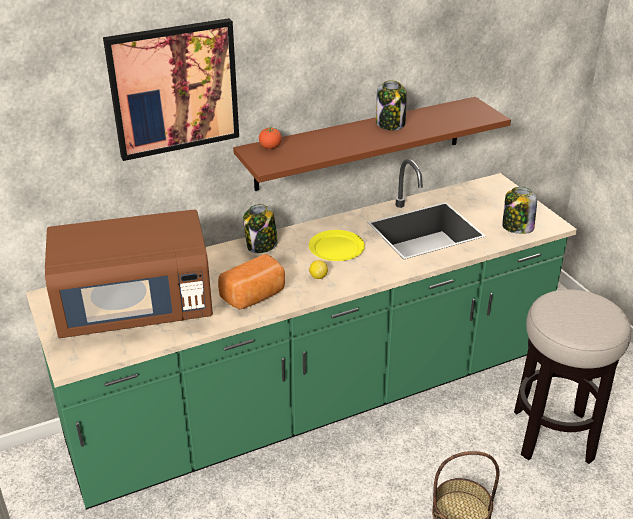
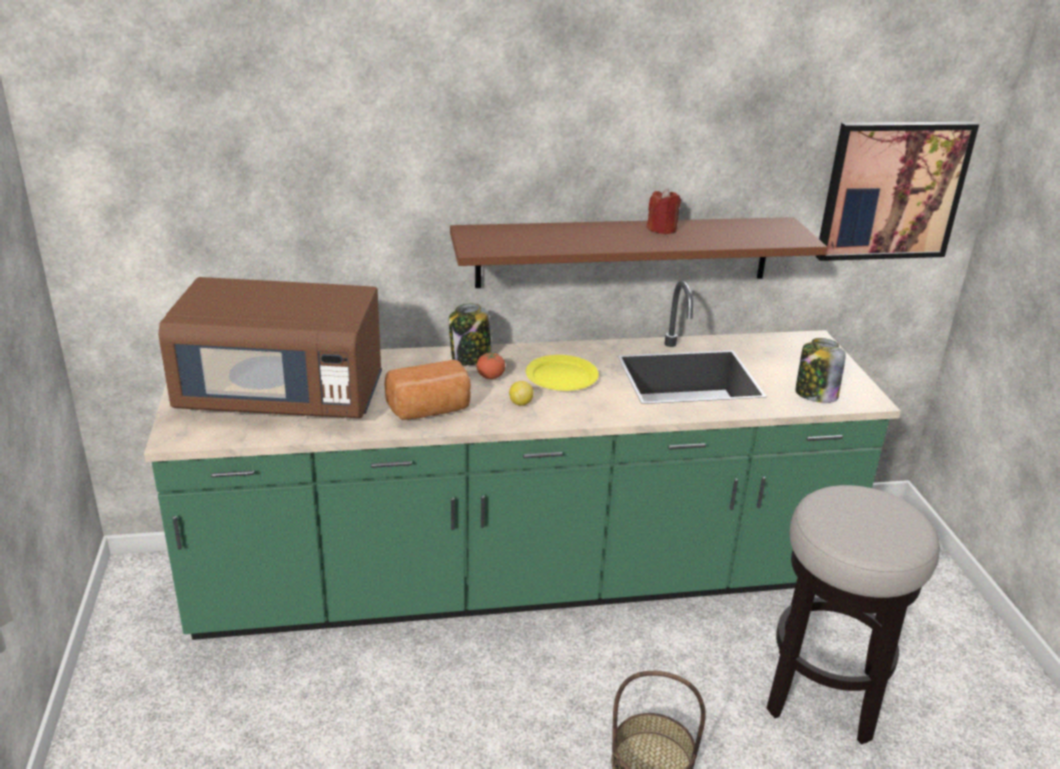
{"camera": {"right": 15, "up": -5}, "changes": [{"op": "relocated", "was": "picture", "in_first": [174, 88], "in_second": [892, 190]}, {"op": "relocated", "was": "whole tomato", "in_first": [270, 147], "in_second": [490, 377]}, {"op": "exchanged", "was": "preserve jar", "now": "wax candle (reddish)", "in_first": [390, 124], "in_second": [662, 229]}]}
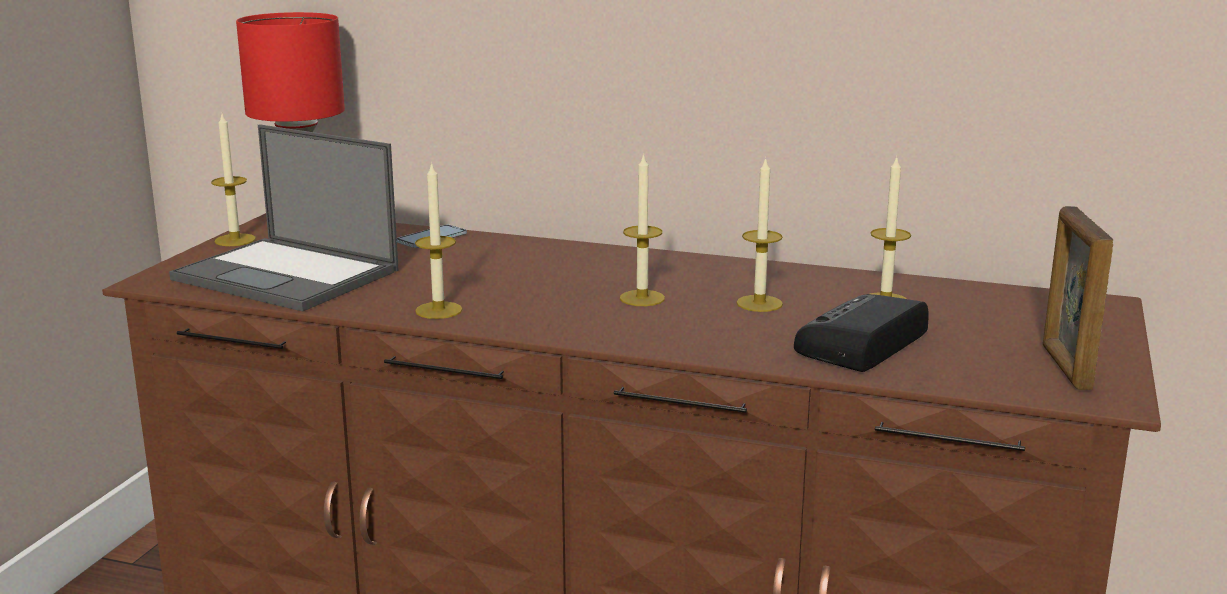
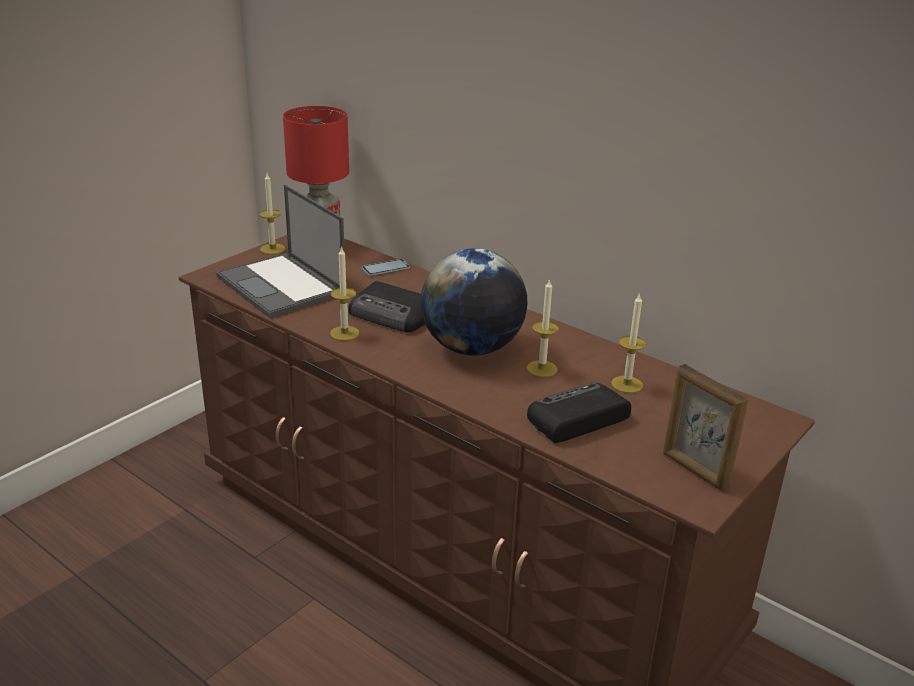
{"camera": {"right": 20, "up": 10}, "changes": [{"op": "exchanged", "was": "wax candle", "now": "world globe", "in_first": [642, 298], "in_second": [472, 348]}, {"op": "spun", "was": "standing frame", "in_first": [1065, 368], "in_second": [694, 471], "clockwise": -60}, {"op": "appeared", "now": "radio set", "in_second": [392, 315]}]}
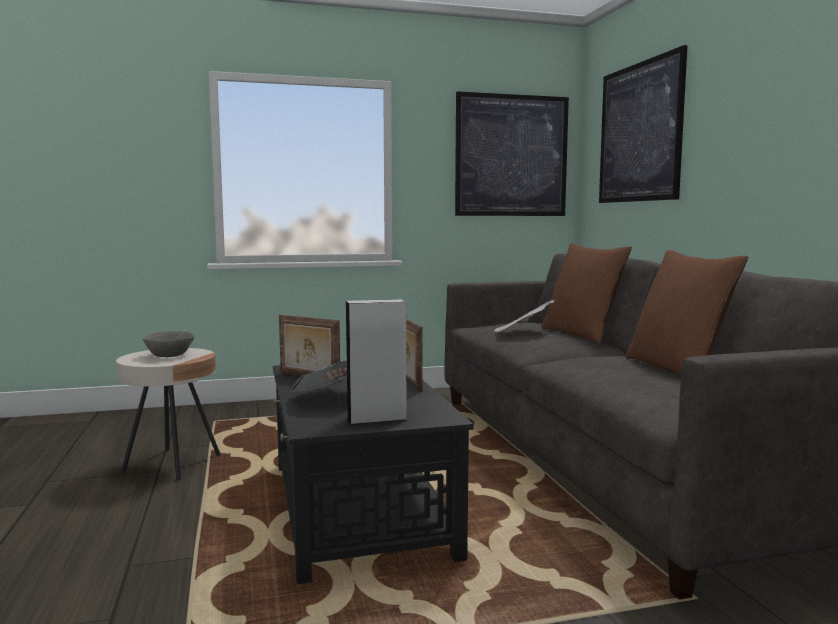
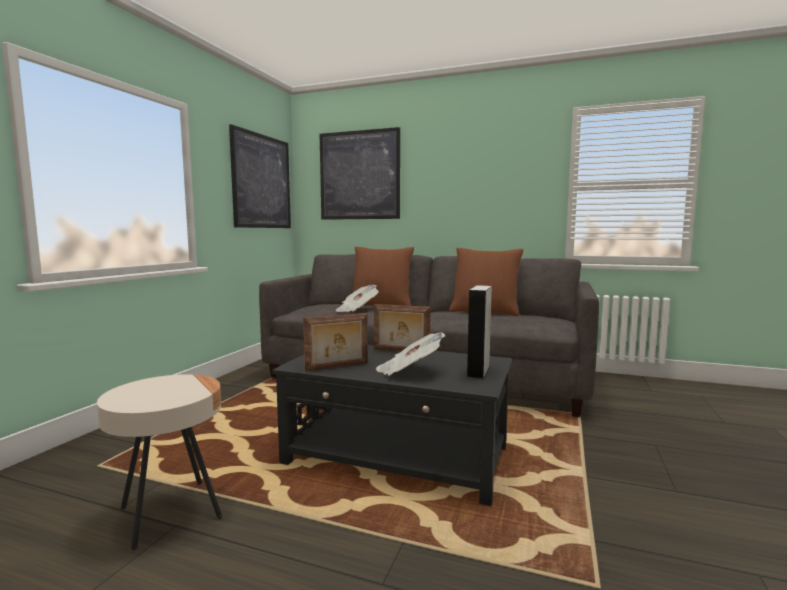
{"camera": {"right": -55, "up": 0}, "changes": [{"op": "missing", "was": "deep dish (gray)", "in_first": [169, 355]}]}
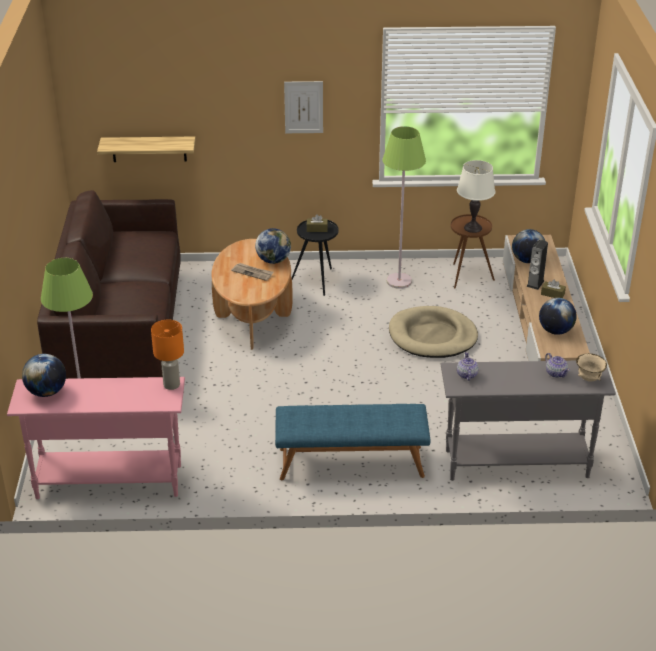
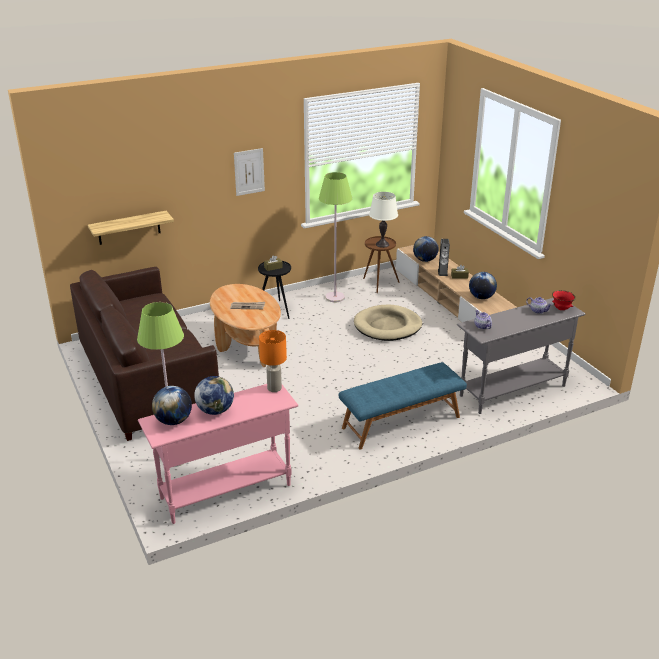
{"camera": {"right": -25, "up": -5}, "changes": [{"op": "relocated", "was": "world globe", "in_first": [273, 260], "in_second": [215, 410]}, {"op": "colour", "was": "deep dish (beige)", "now": "deep dish (reddish)", "in_first": [588, 379], "in_second": [561, 309]}]}
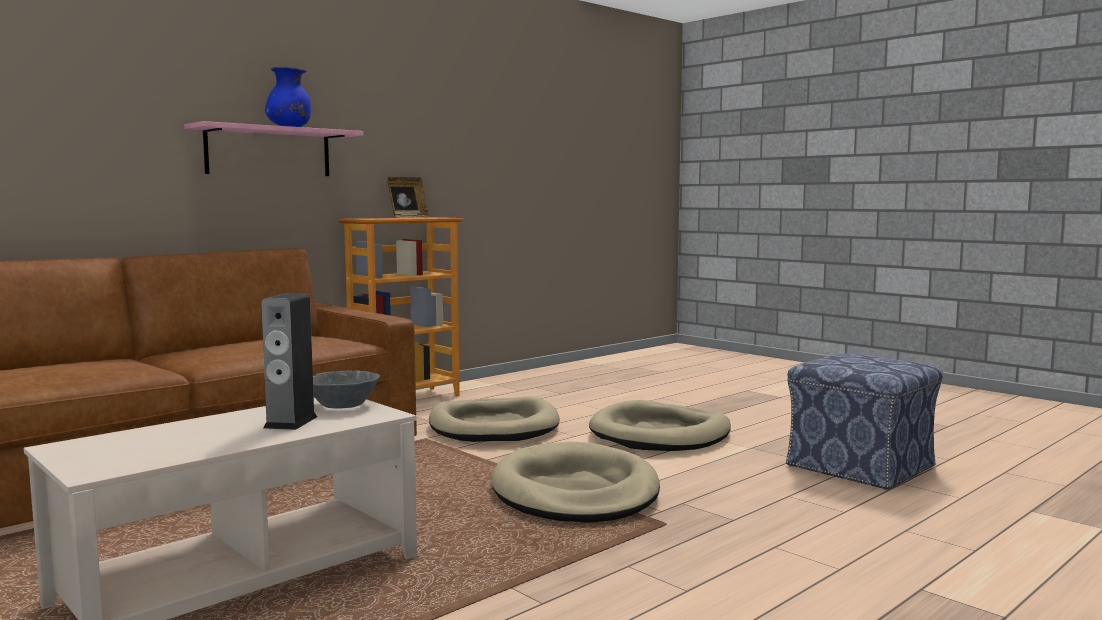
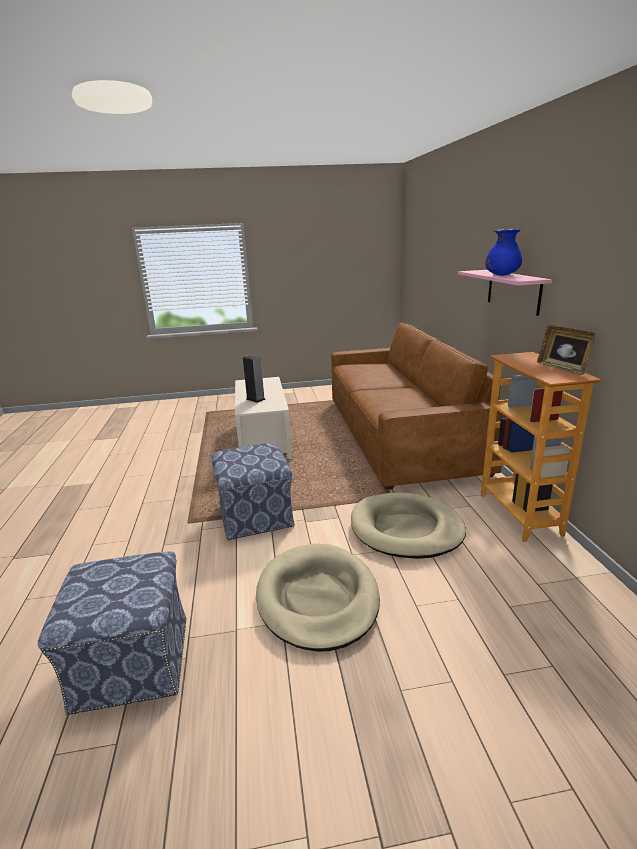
{"camera": {"right": 125, "up": 15}, "changes": [{"op": "missing", "was": "deep dish (gray)", "in_first": [343, 405]}, {"op": "exchanged", "was": "pet bed (beige)", "now": "ottoman", "in_first": [575, 491], "in_second": [255, 515]}]}
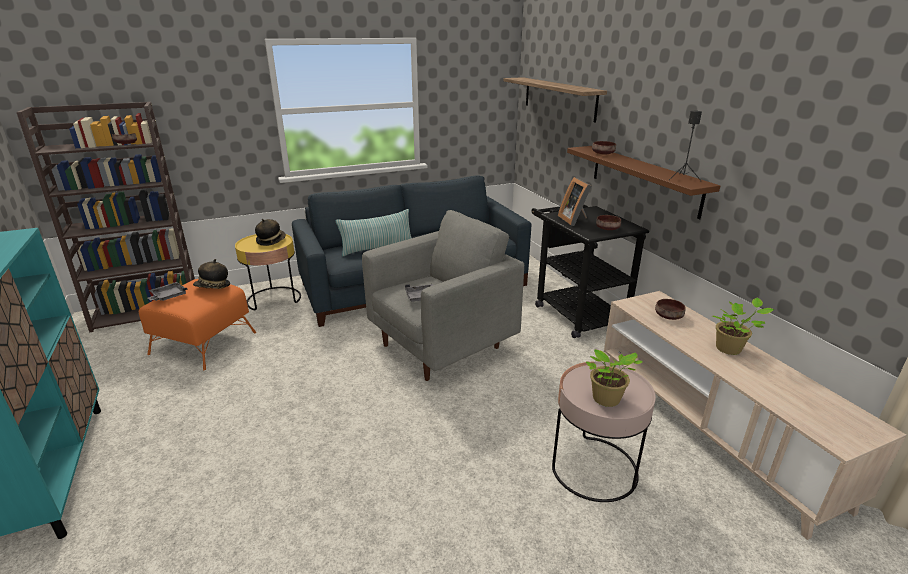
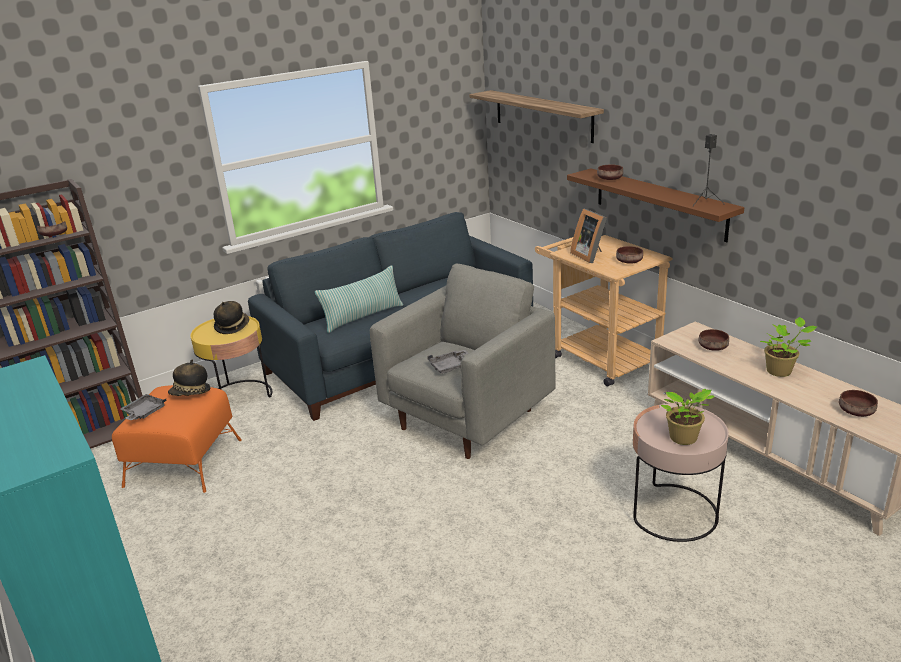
{"camera": {"right": -10, "up": 0}, "changes": [{"op": "colour", "was": "trolley (blackish)", "now": "trolley (beige)", "in_first": [575, 312], "in_second": [598, 356]}, {"op": "appeared", "now": "deep dish (brownish)", "in_second": [857, 412]}]}
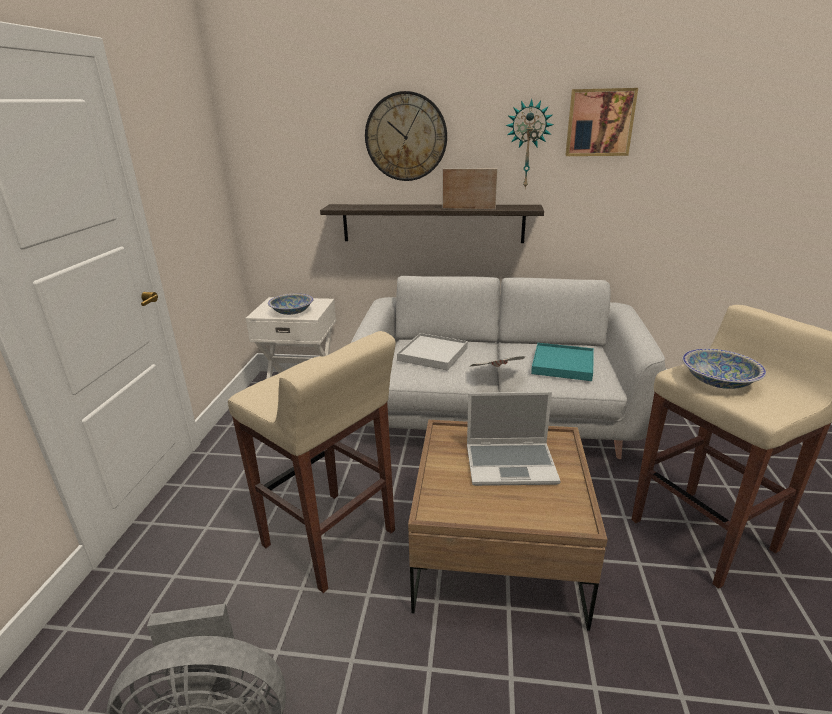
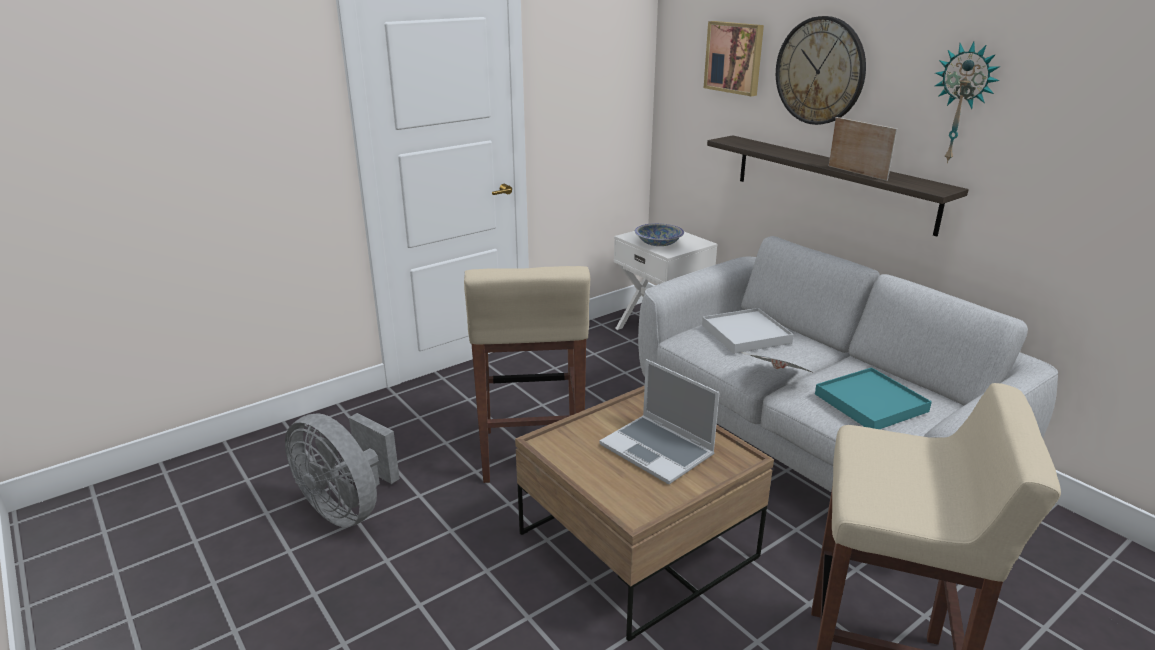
{"camera": {"right": 45, "up": 0}, "changes": [{"op": "relocated", "was": "picture", "in_first": [599, 122], "in_second": [735, 57]}, {"op": "missing", "was": "deep dish", "in_first": [718, 381]}]}
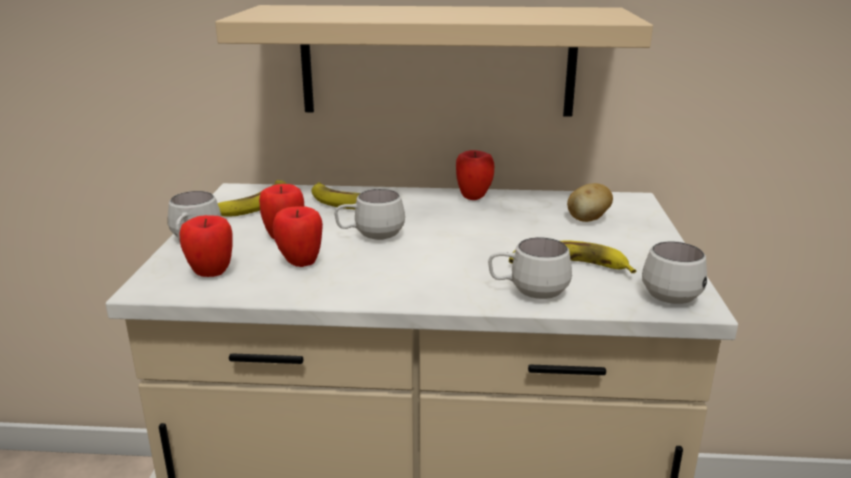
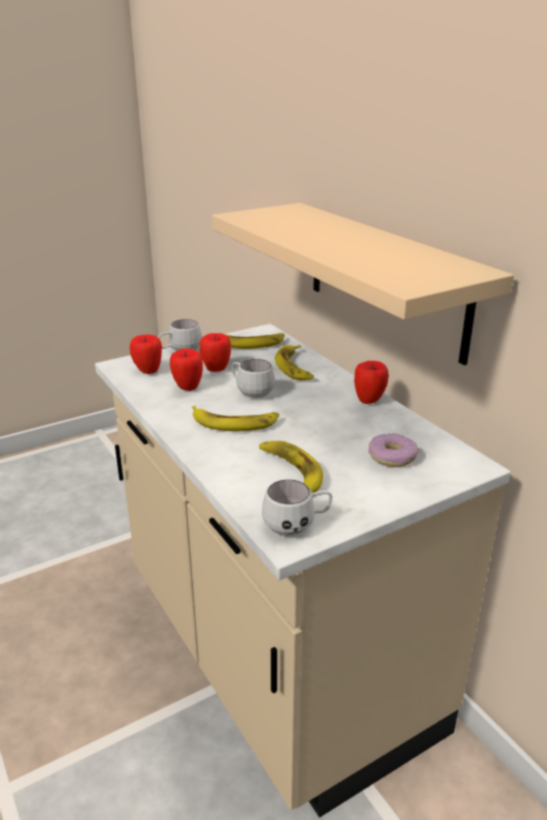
{"camera": {"right": 55, "up": 5}, "changes": [{"op": "missing", "was": "mug (whitish)", "in_first": [528, 292]}, {"op": "exchanged", "was": "potato", "now": "ring doughnut", "in_first": [587, 220], "in_second": [392, 457]}, {"op": "appeared", "now": "banana", "in_second": [234, 423]}]}
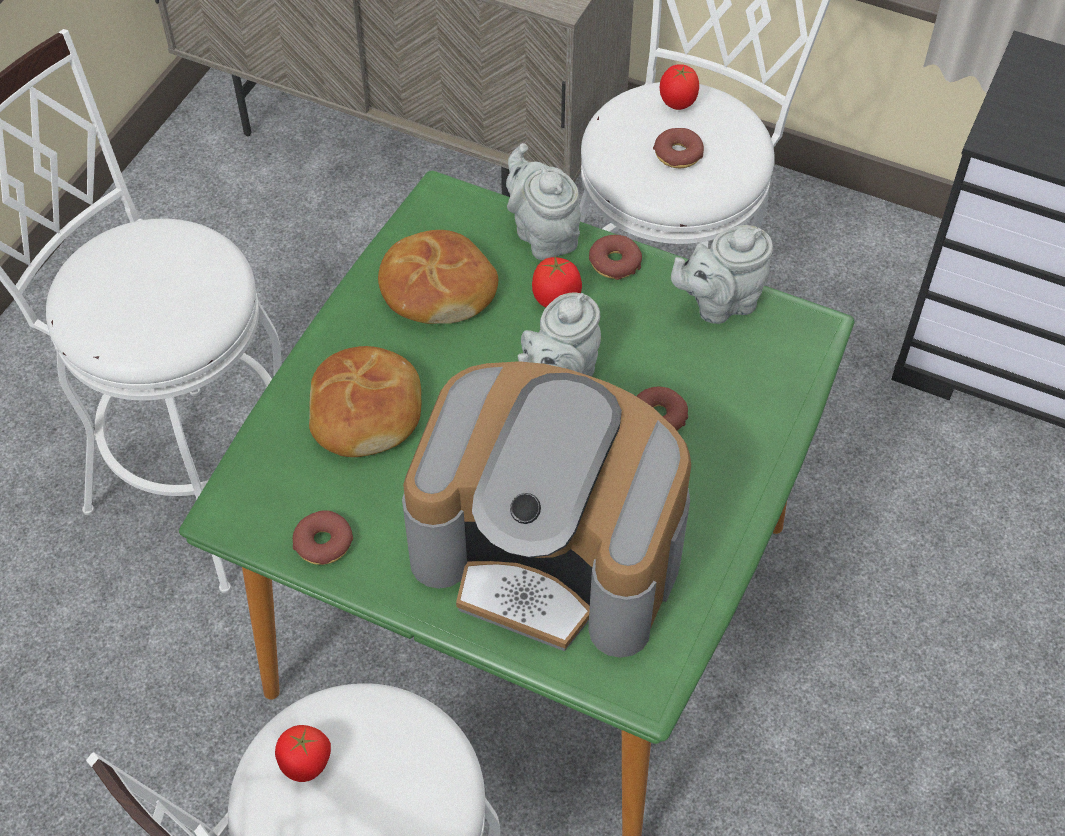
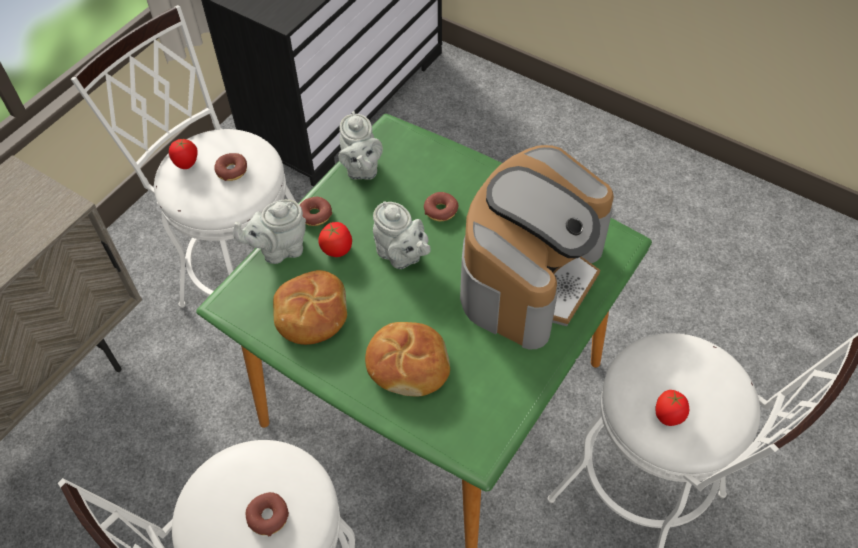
{"camera": {"right": -80, "up": 0}, "changes": [{"op": "relocated", "was": "ring doughnut", "in_first": [323, 543], "in_second": [268, 517]}]}
